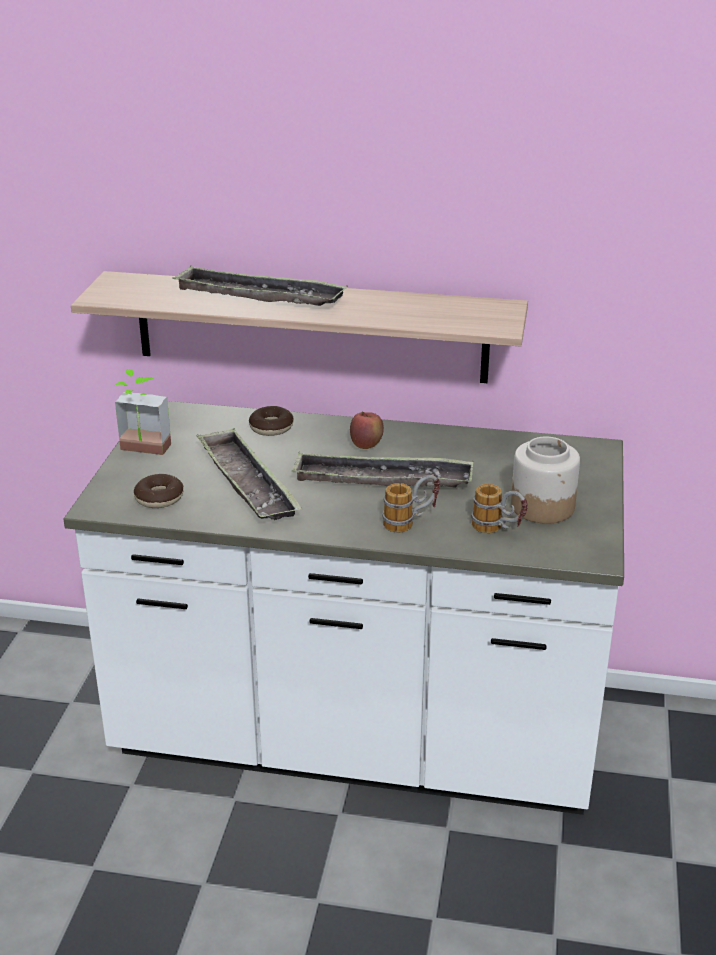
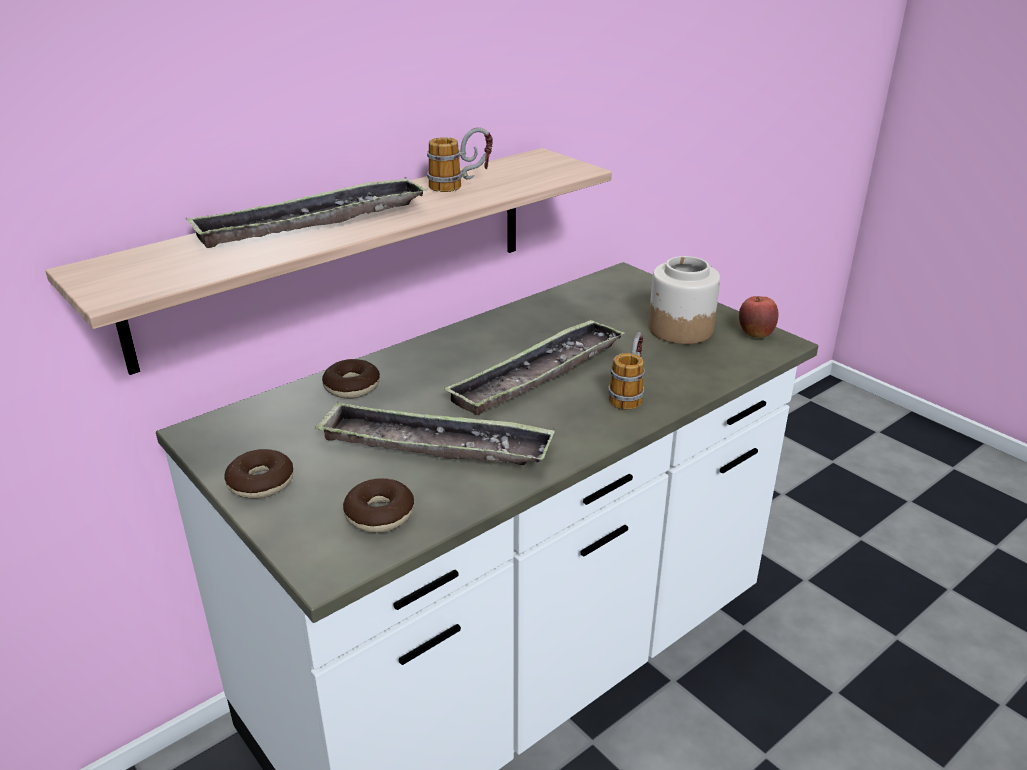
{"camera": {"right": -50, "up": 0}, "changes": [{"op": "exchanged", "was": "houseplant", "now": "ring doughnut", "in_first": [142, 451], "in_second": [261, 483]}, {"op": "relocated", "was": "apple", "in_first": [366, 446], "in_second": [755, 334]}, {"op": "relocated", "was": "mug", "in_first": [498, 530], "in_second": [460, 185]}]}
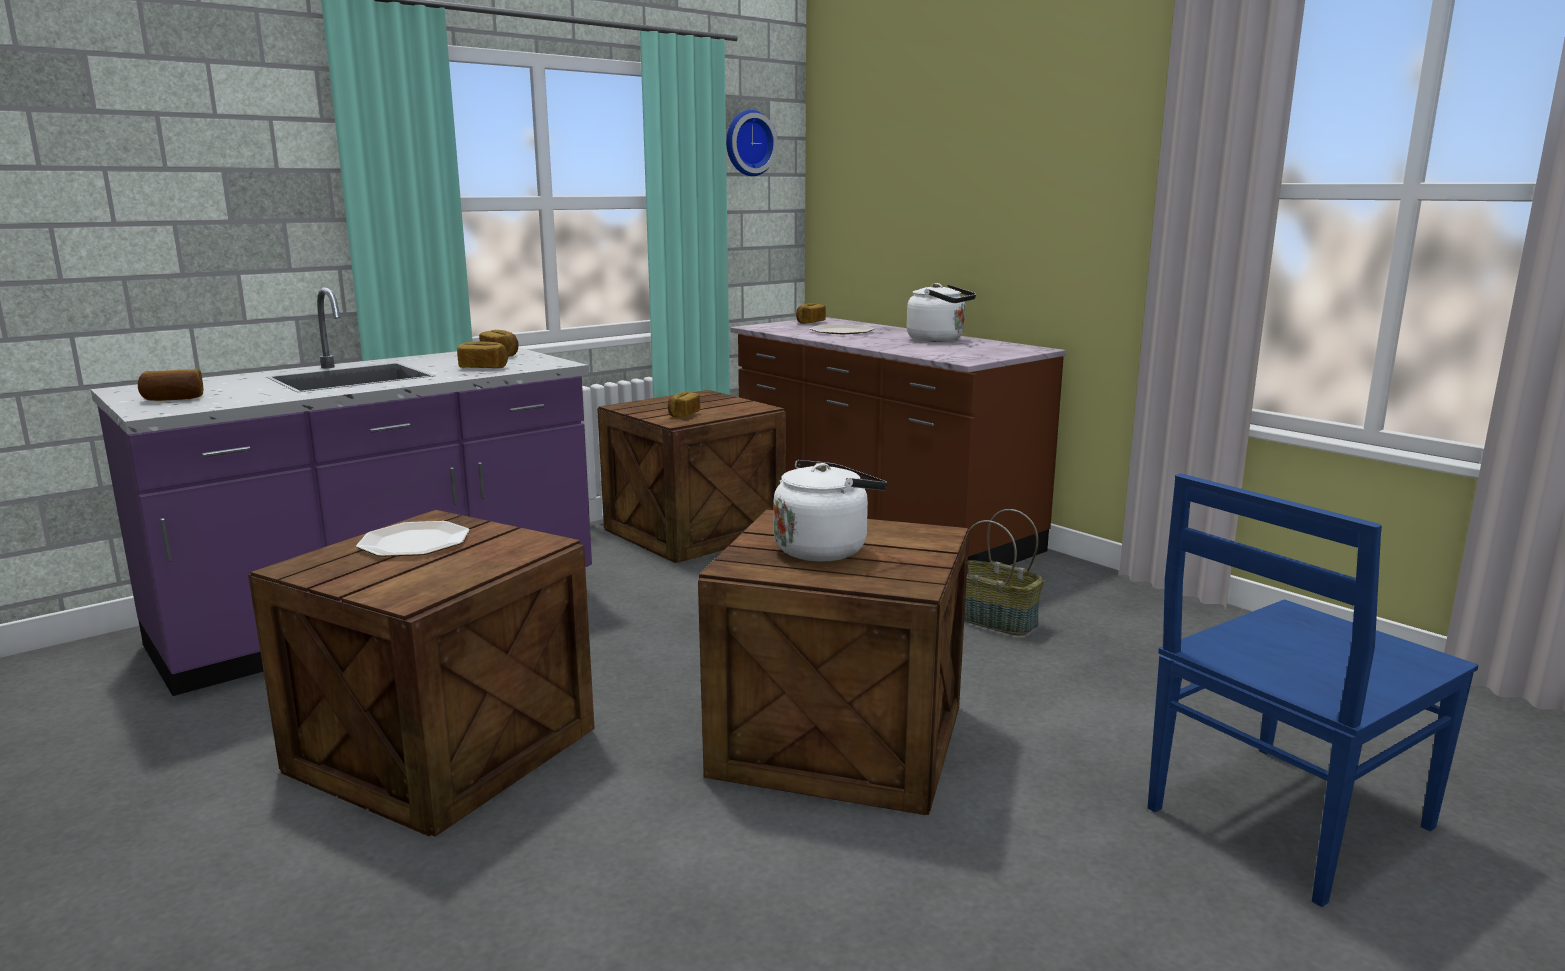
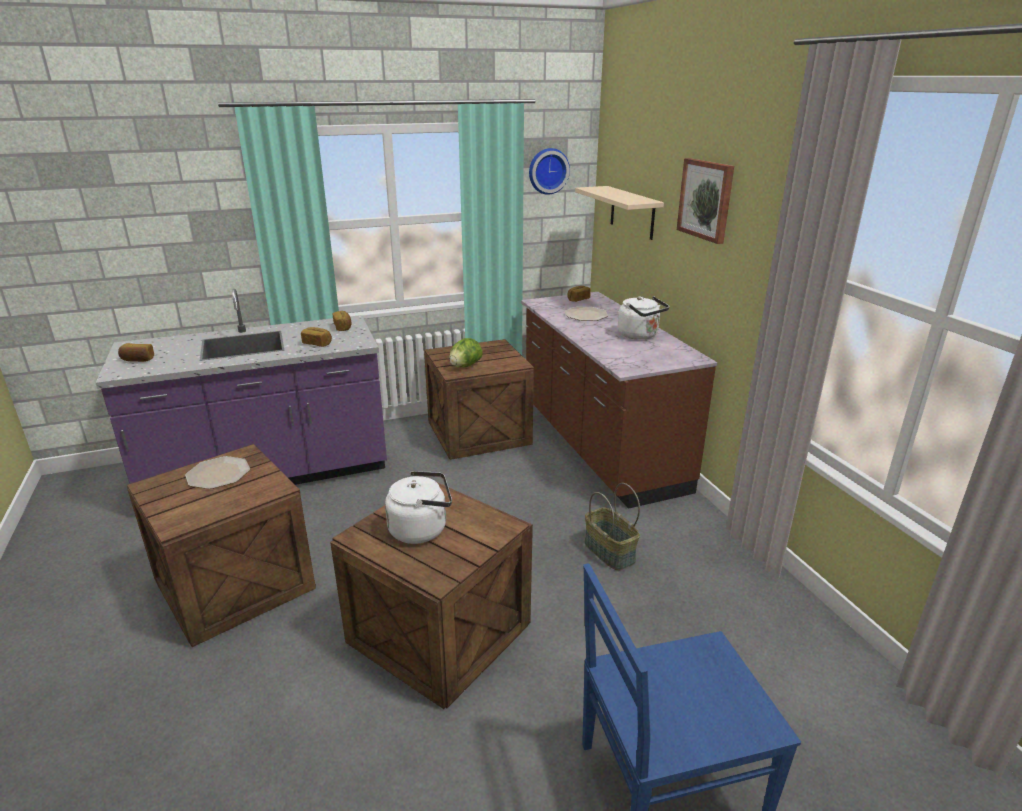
{"camera": {"right": 20, "up": 10}, "changes": [{"op": "exchanged", "was": "bread", "now": "lettuce", "in_first": [683, 414], "in_second": [465, 366]}, {"op": "appeared", "now": "wall shelf (beige)", "in_second": [632, 212]}, {"op": "appeared", "now": "picture", "in_second": [706, 199]}]}
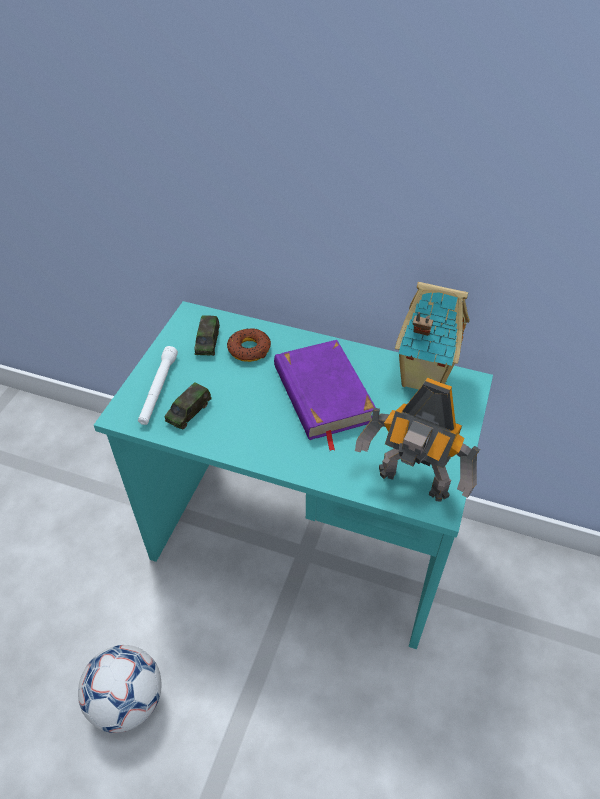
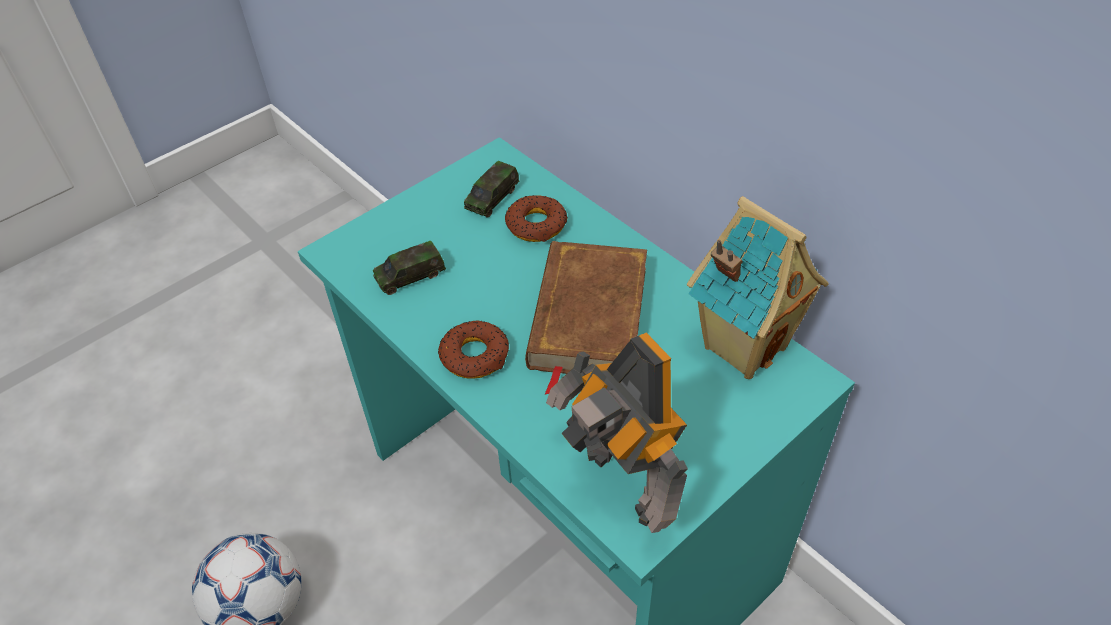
{"camera": {"right": 30, "up": 0}, "changes": [{"op": "missing", "was": "hand torch (whitish)", "in_first": [158, 390]}, {"op": "colour", "was": "volume (purplish)", "now": "volume (brownish)", "in_first": [322, 395], "in_second": [587, 317]}, {"op": "appeared", "now": "ring doughnut", "in_second": [475, 355]}]}
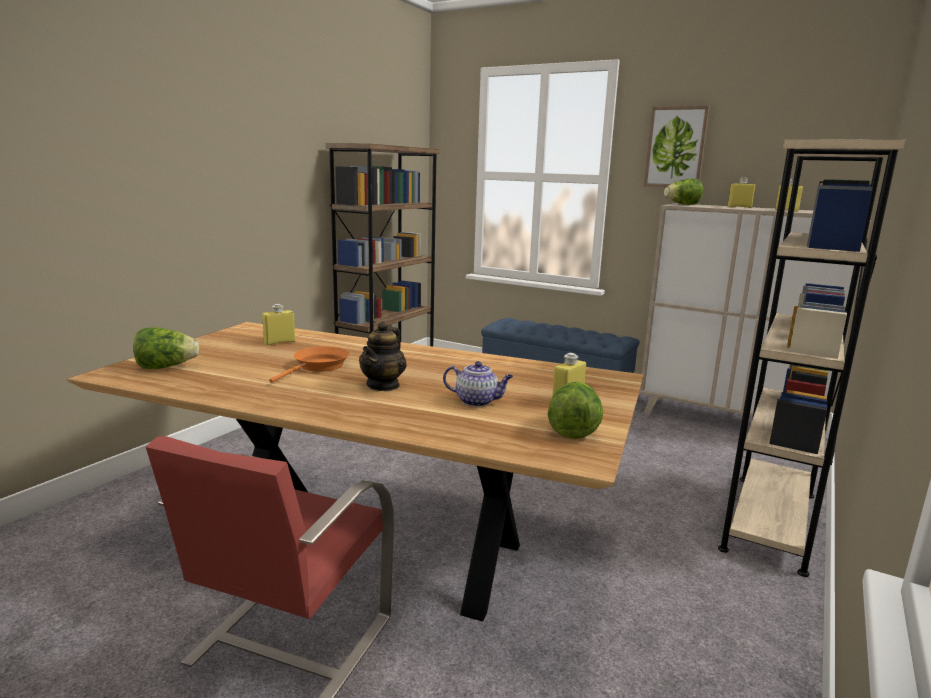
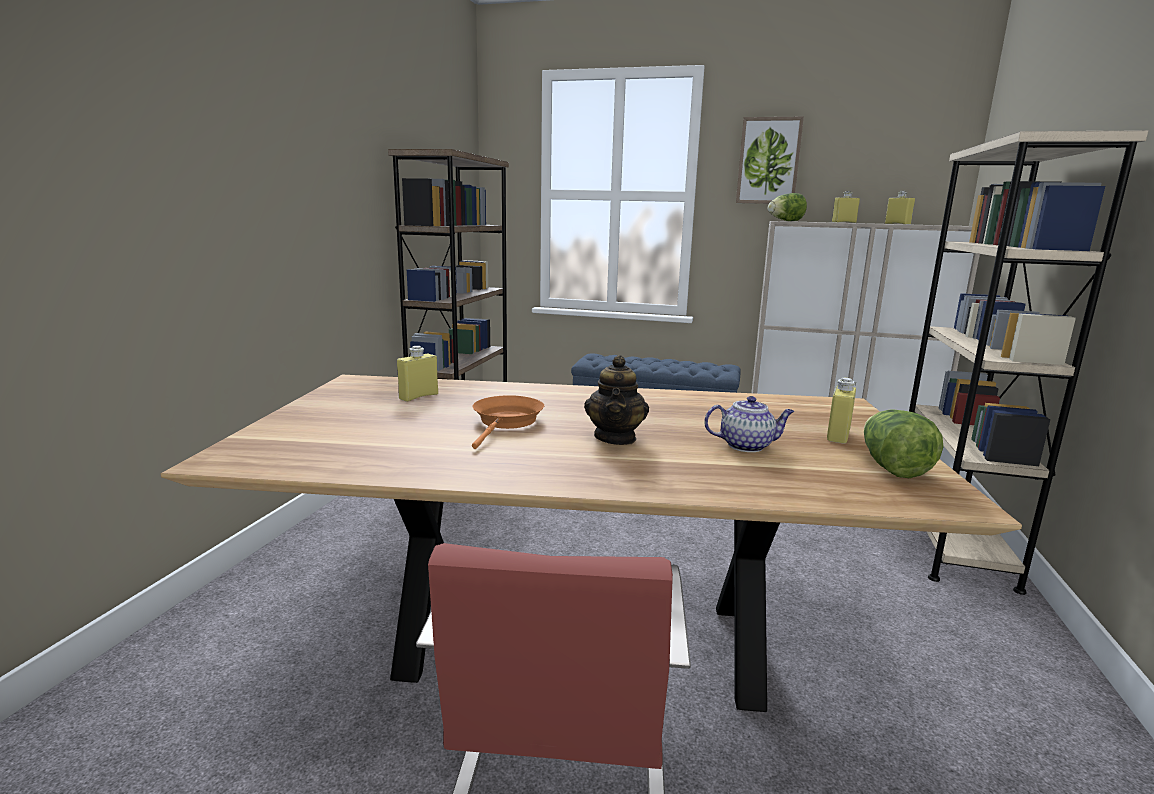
{"camera": {"right": -15, "up": 0}, "changes": [{"op": "missing", "was": "lettuce", "in_first": [166, 367]}]}
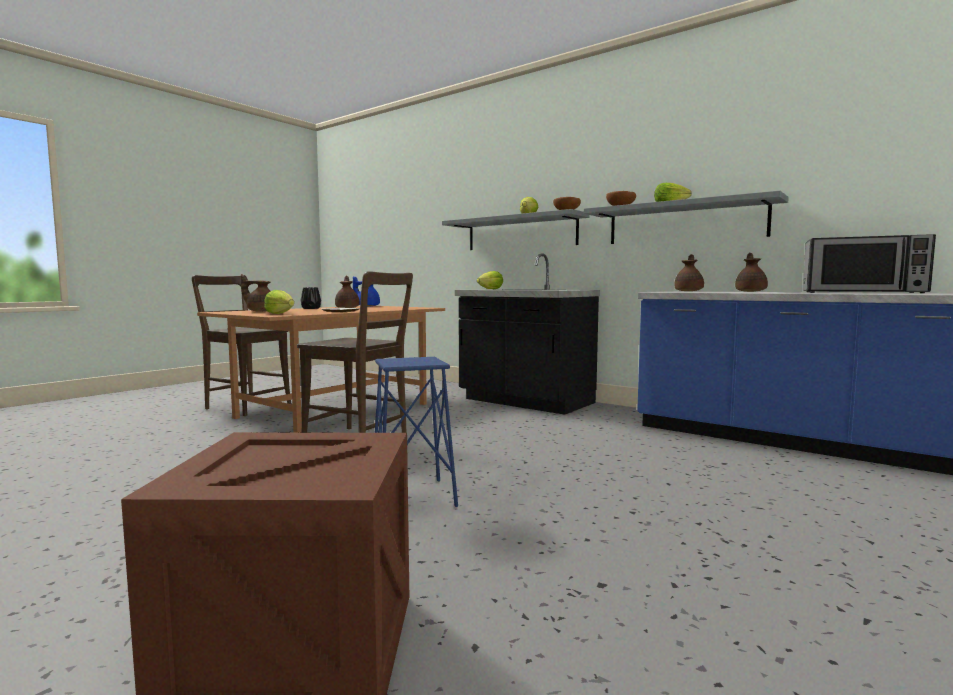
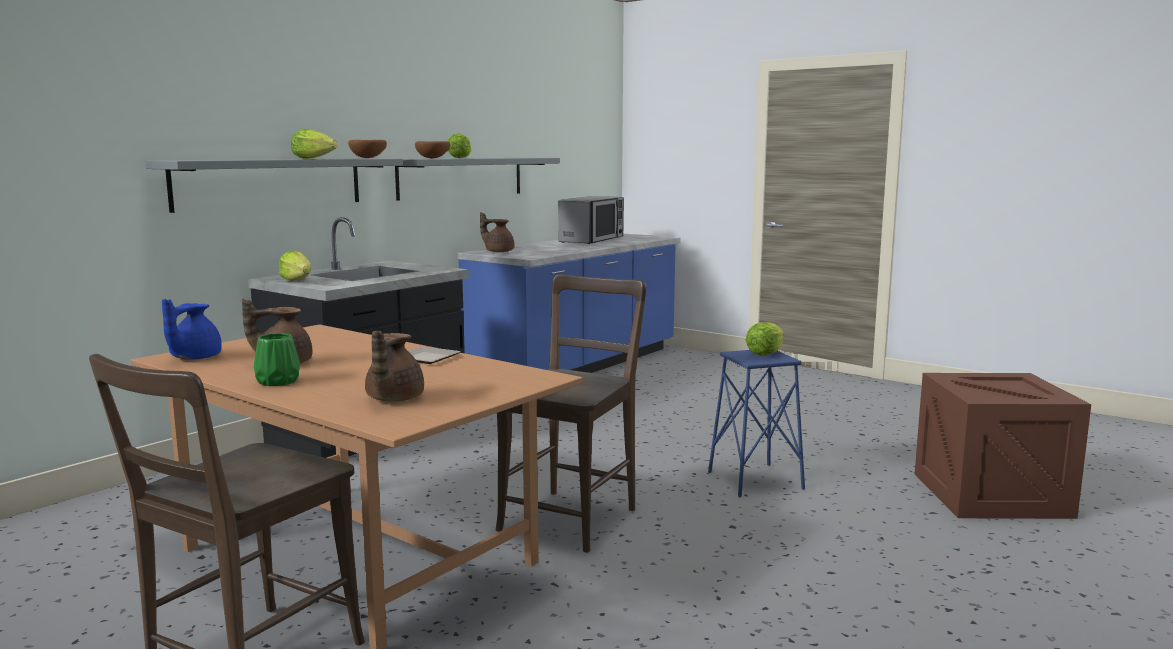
{"camera": {"right": -90, "up": 5}, "changes": [{"op": "relocated", "was": "lettuce", "in_first": [280, 314], "in_second": [764, 353]}, {"op": "colour", "was": "vase (blackish)", "now": "vase (greenish)", "in_first": [310, 308], "in_second": [277, 382]}, {"op": "missing", "was": "tea pot (brownish)", "in_first": [751, 291]}]}
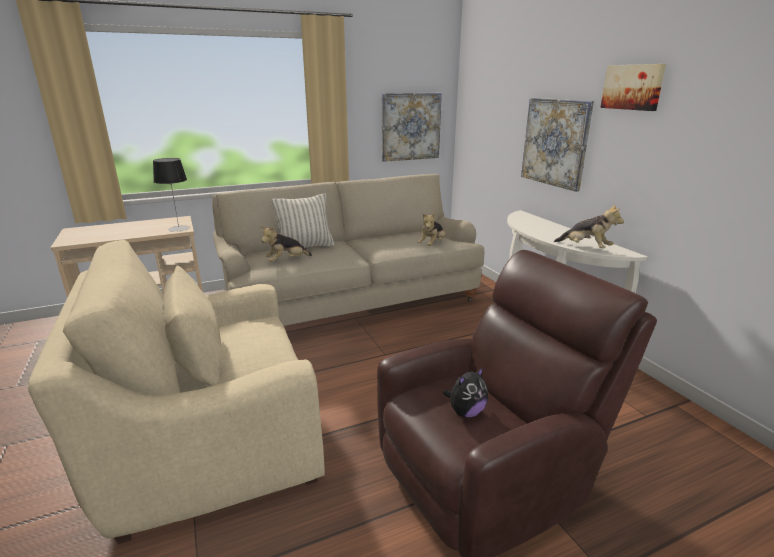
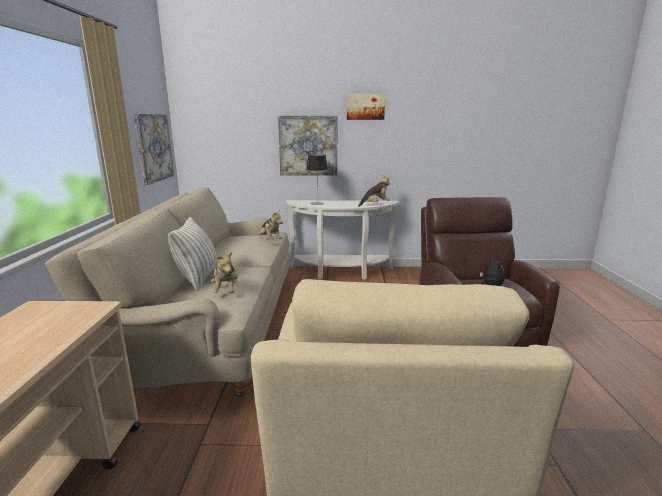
{"camera": {"right": -65, "up": -5}, "changes": [{"op": "relocated", "was": "lamp for a table", "in_first": [179, 228], "in_second": [317, 203]}]}
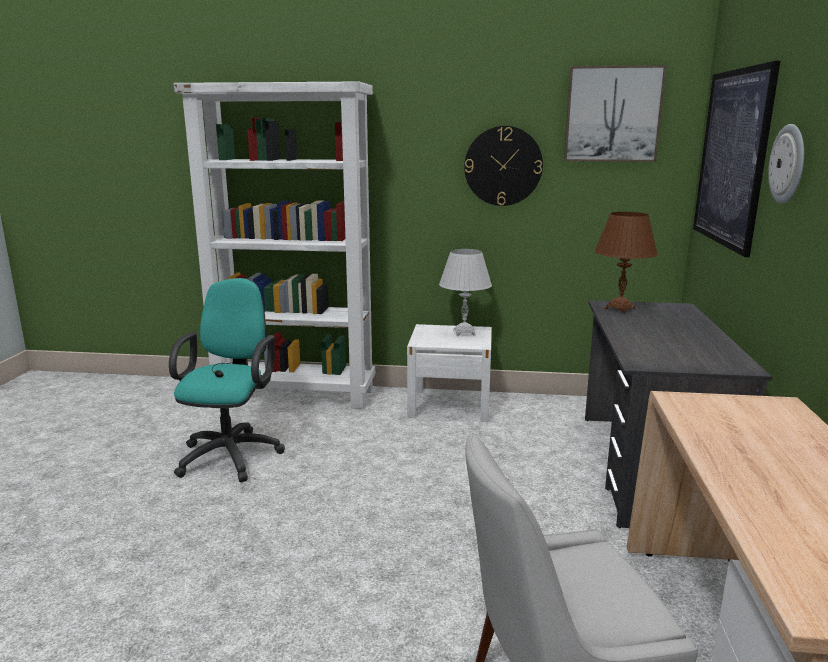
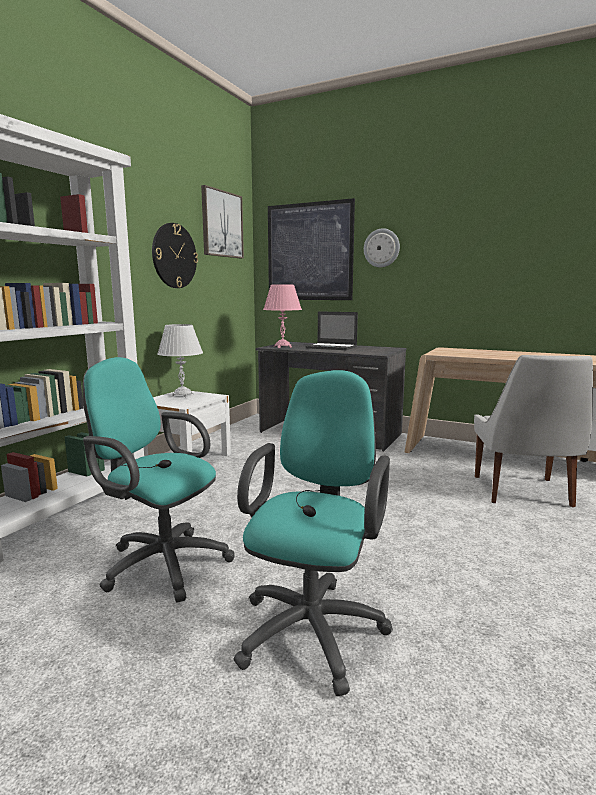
{"camera": {"right": -70, "up": -5}, "changes": [{"op": "colour", "was": "lamp for a table (brownish)", "now": "lamp for a table (pink)", "in_first": [620, 309], "in_second": [282, 347]}, {"op": "appeared", "now": "desk chair (blue-green)", "in_second": [314, 626]}, {"op": "appeared", "now": "laptop", "in_second": [332, 347]}]}
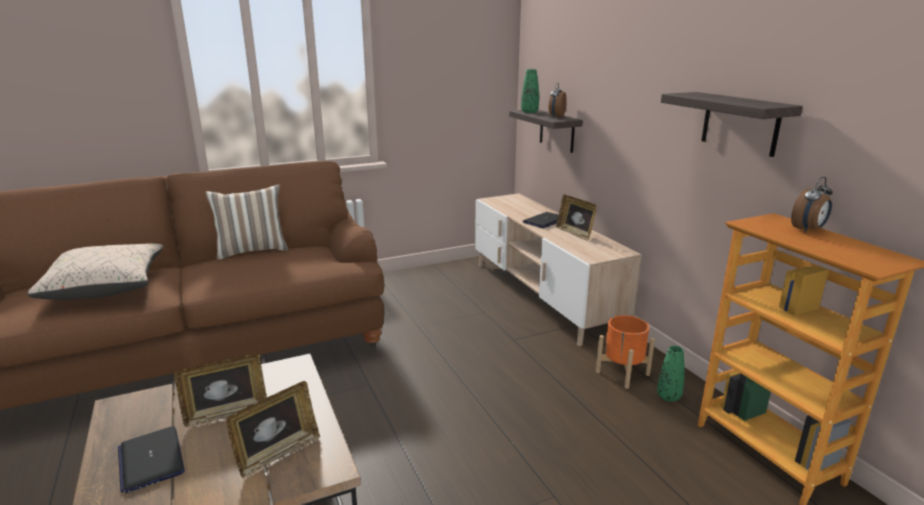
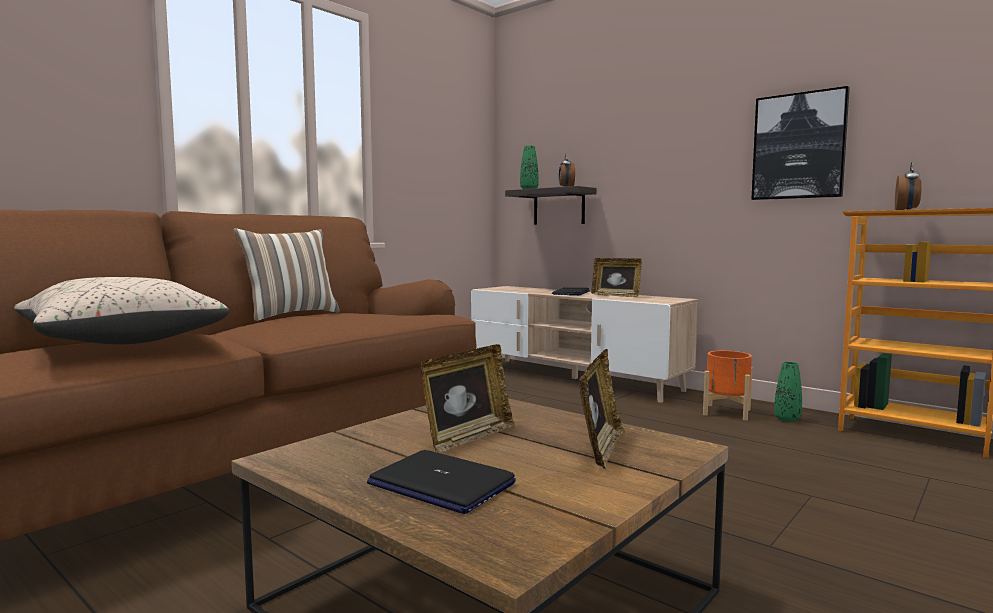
{"camera": {"right": -25, "up": -15}, "changes": [{"op": "exchanged", "was": "wall shelf", "now": "picture", "in_first": [740, 123], "in_second": [799, 146]}]}
